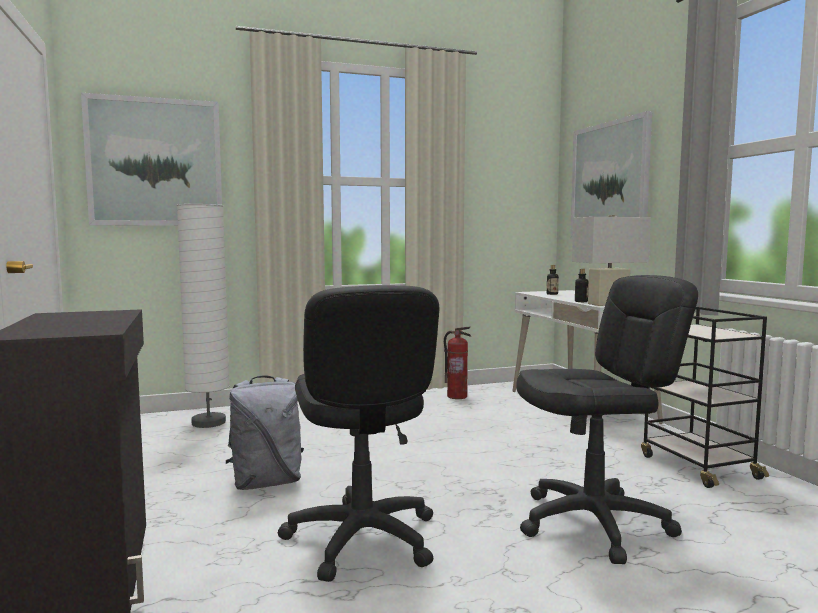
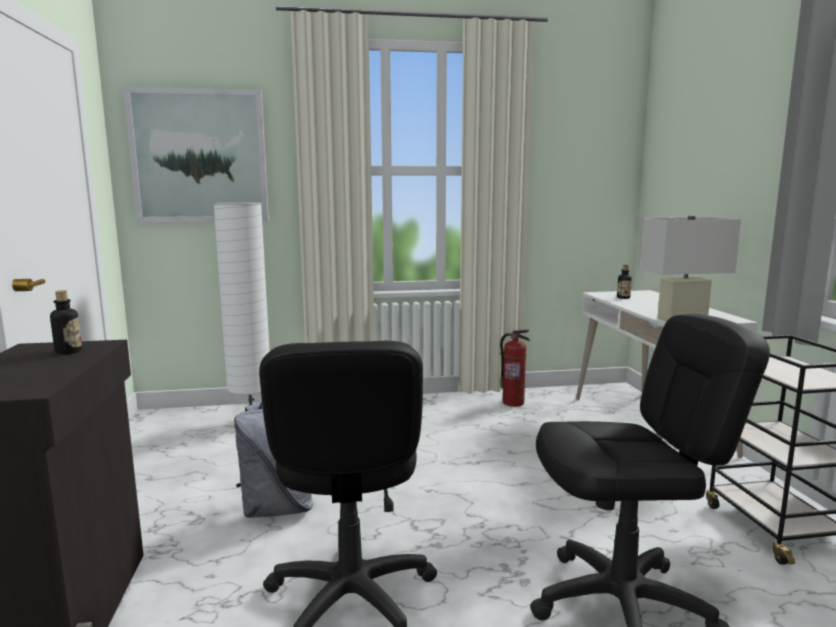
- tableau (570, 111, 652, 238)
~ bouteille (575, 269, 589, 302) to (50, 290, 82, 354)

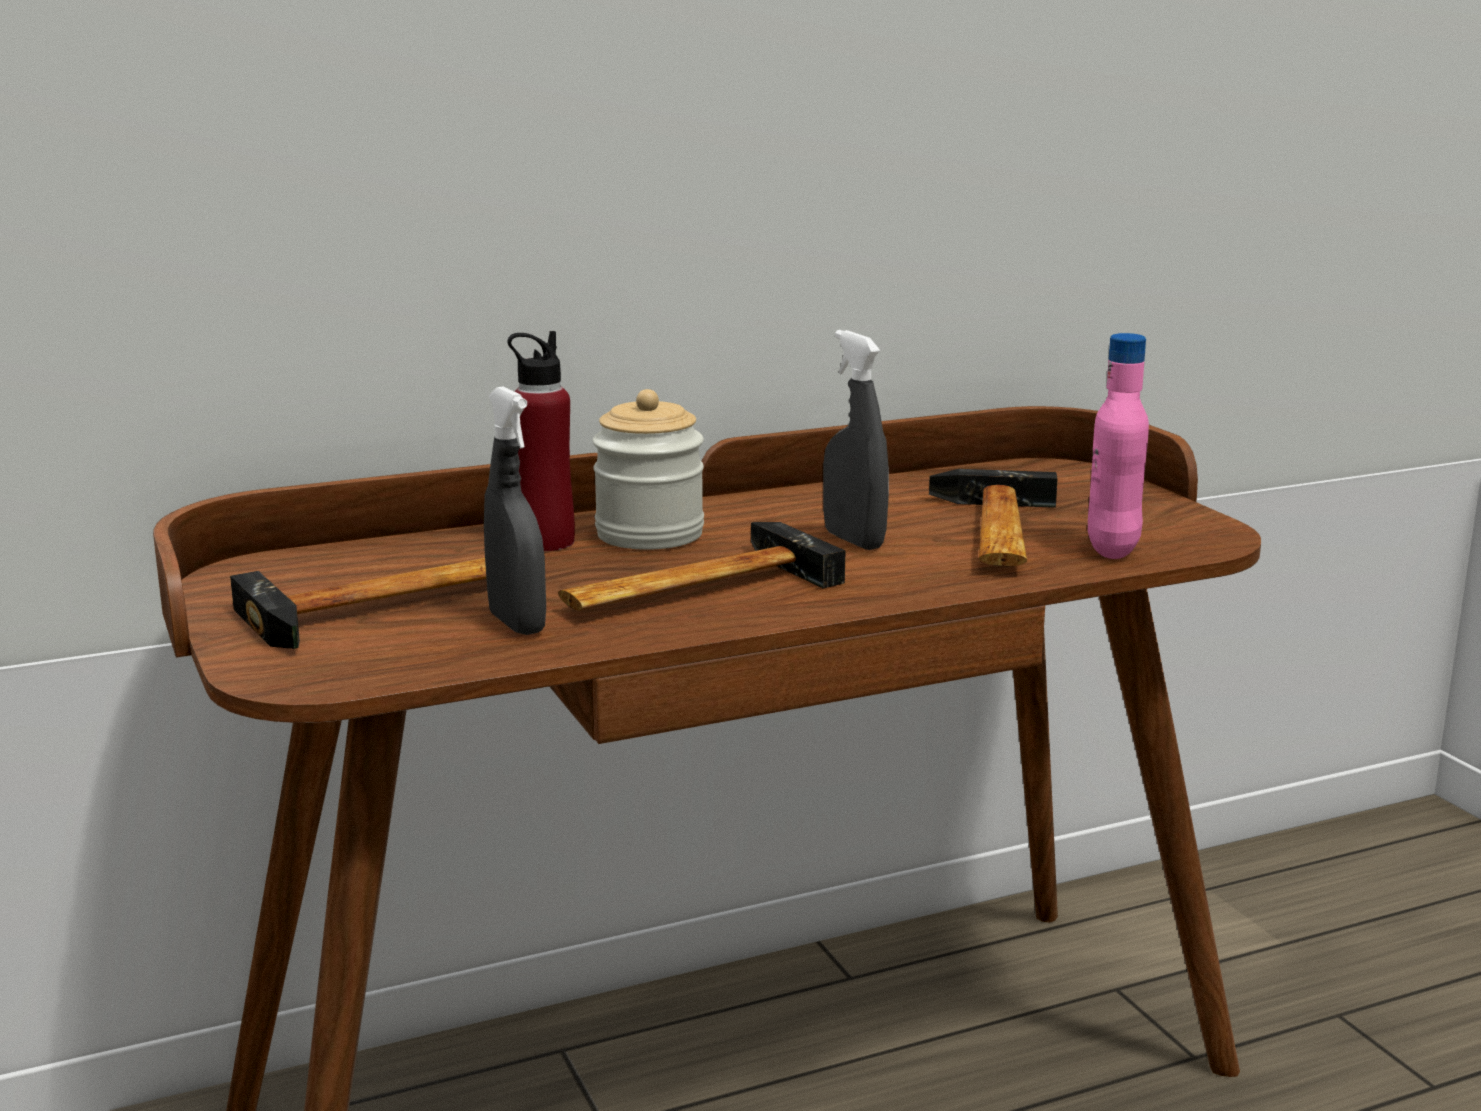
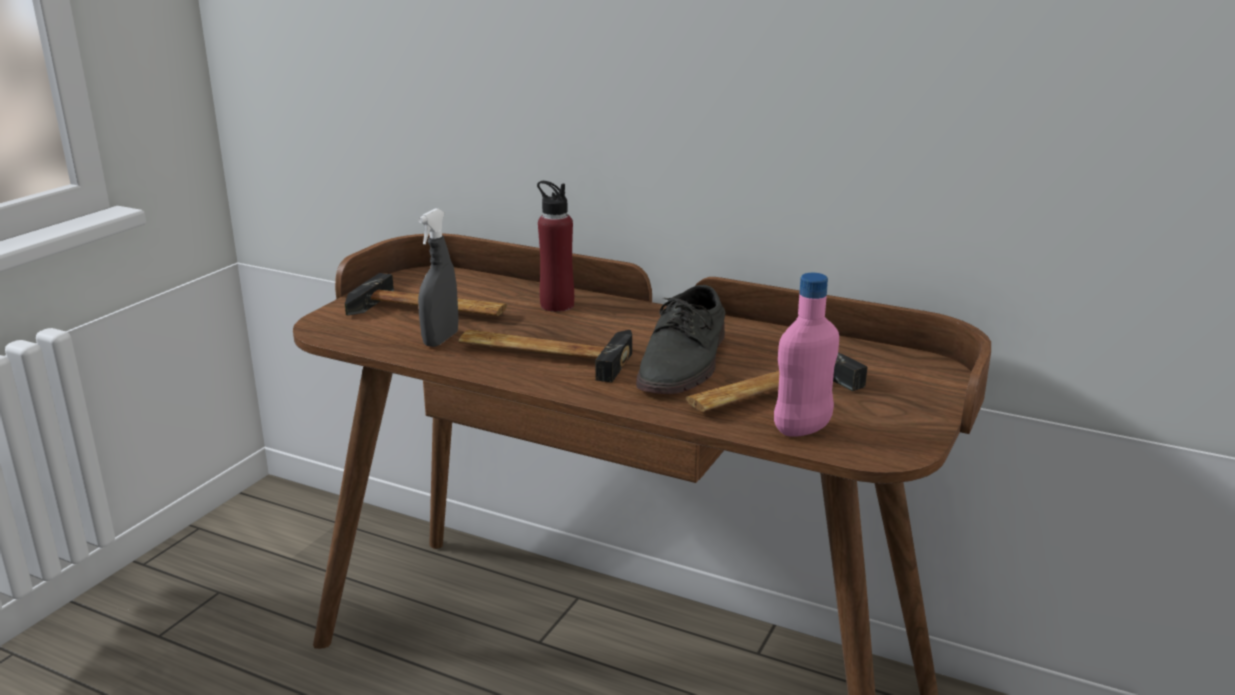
~ vaporisateur [gris] (823, 330, 889, 550) to chaussure [gris] (636, 285, 725, 394)
- bocal (592, 389, 704, 550)

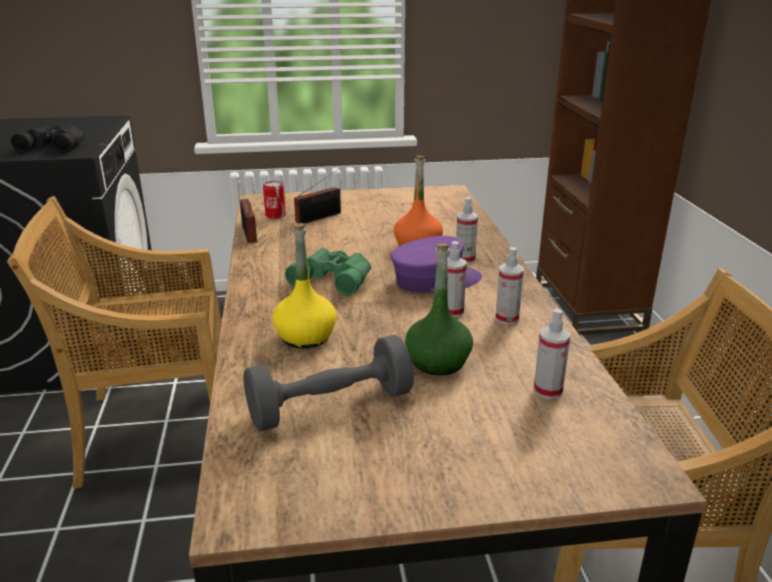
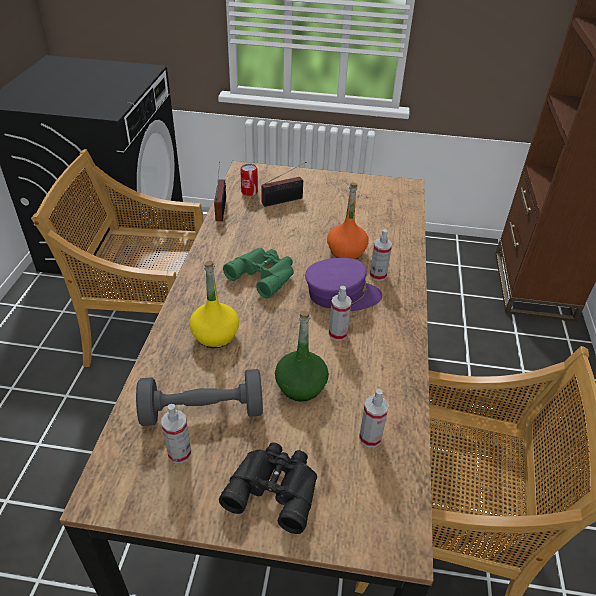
~ jumelles [noir] (11, 125, 85, 153) to (219, 443, 317, 534)
~ vaporisateur (495, 247, 524, 325) to (161, 404, 191, 464)

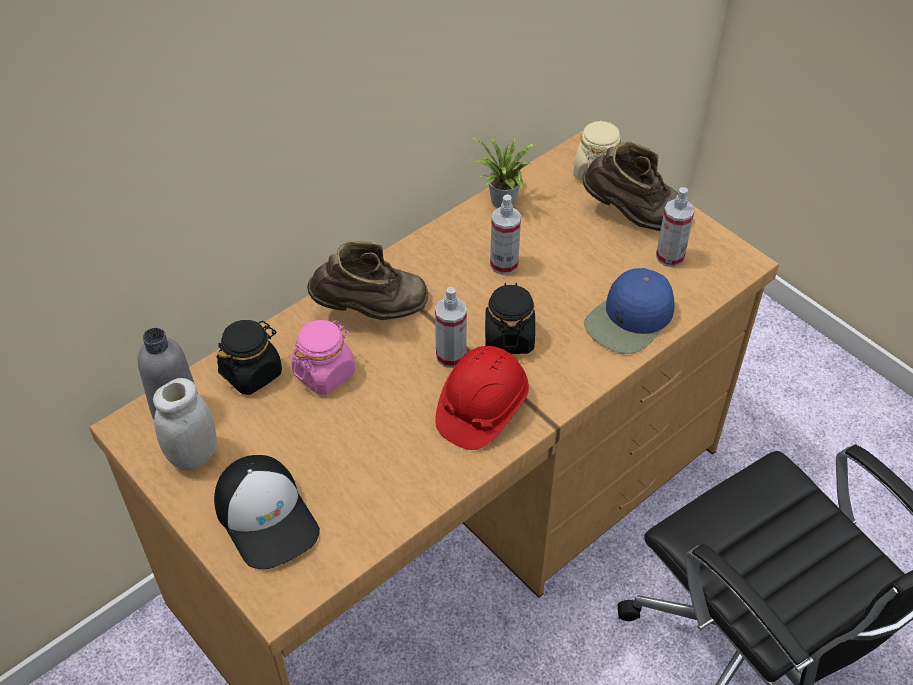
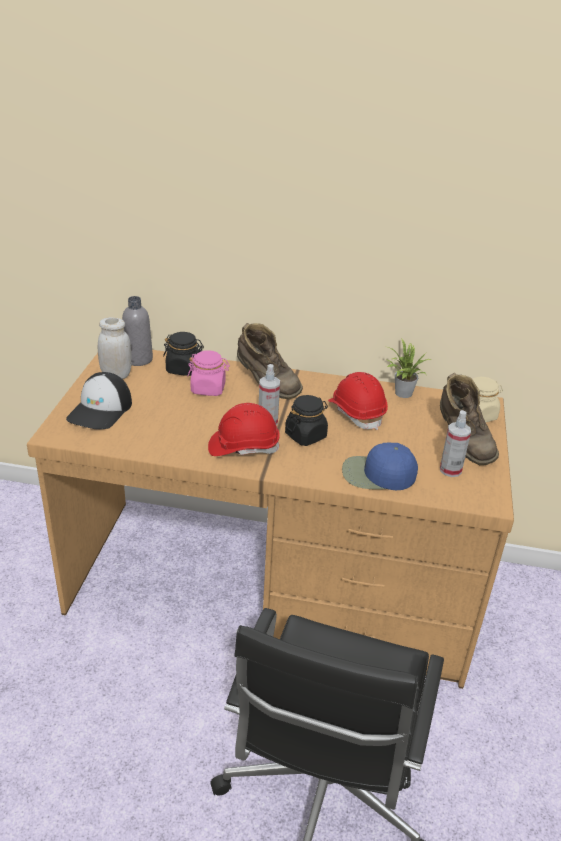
~ vaporisateur (490, 194, 521, 275) to casque de chantier [rouge] (328, 372, 388, 430)

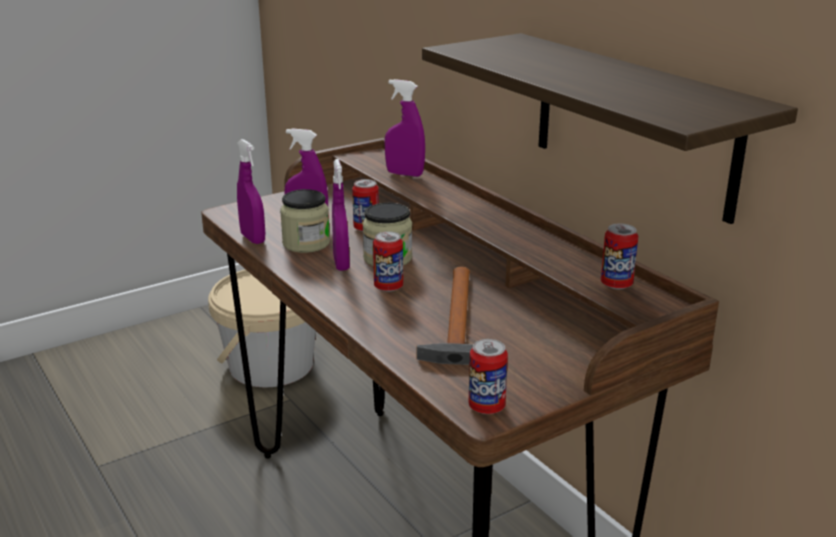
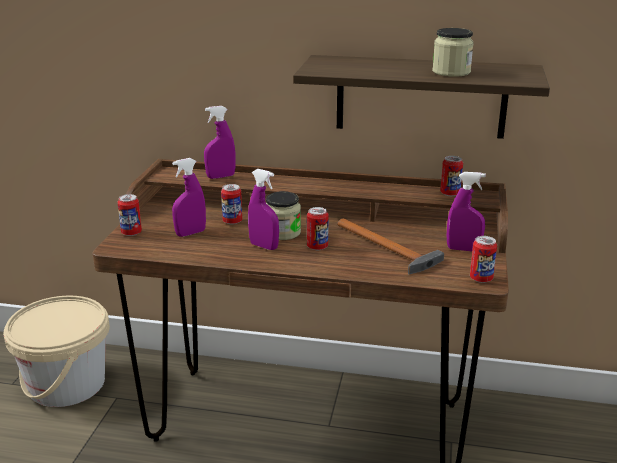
~ vaporisateur [violet] (237, 139, 265, 244) to (447, 172, 486, 251)
~ bocal (280, 189, 330, 253) to (432, 28, 474, 77)
+ boîte métallique (117, 194, 142, 236)

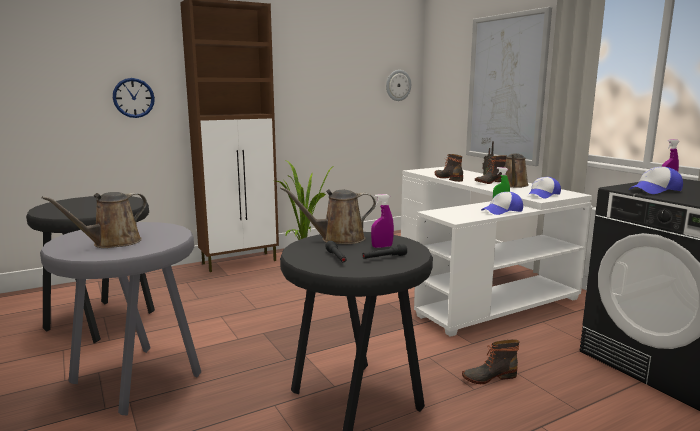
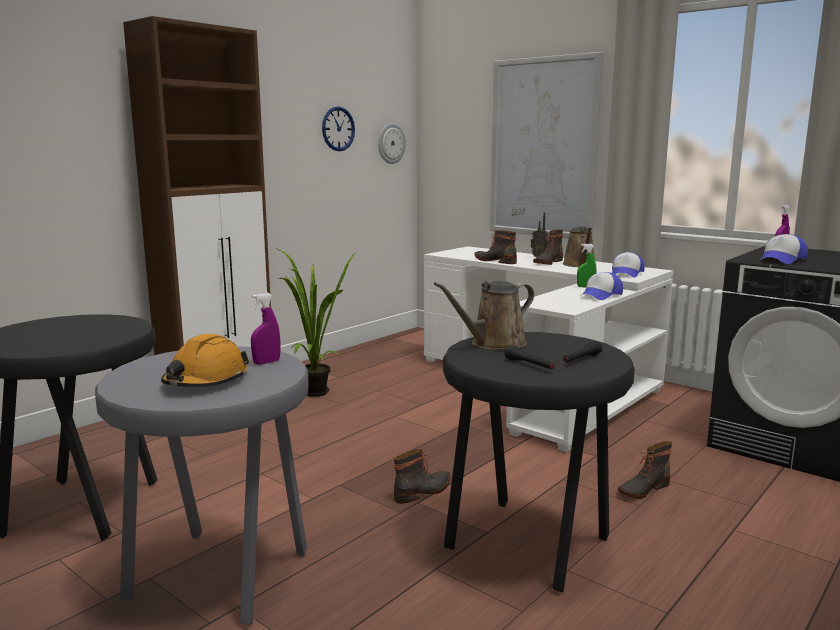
~ horloge murale (113, 78, 155, 118) to (322, 106, 355, 151)
~ arrosoir [marron] (42, 192, 147, 248) to casque de chantier [orange] (161, 334, 249, 387)
~ vaporisateur [violet] (371, 194, 394, 248) to (251, 293, 280, 365)
+ botte (394, 449, 450, 504)

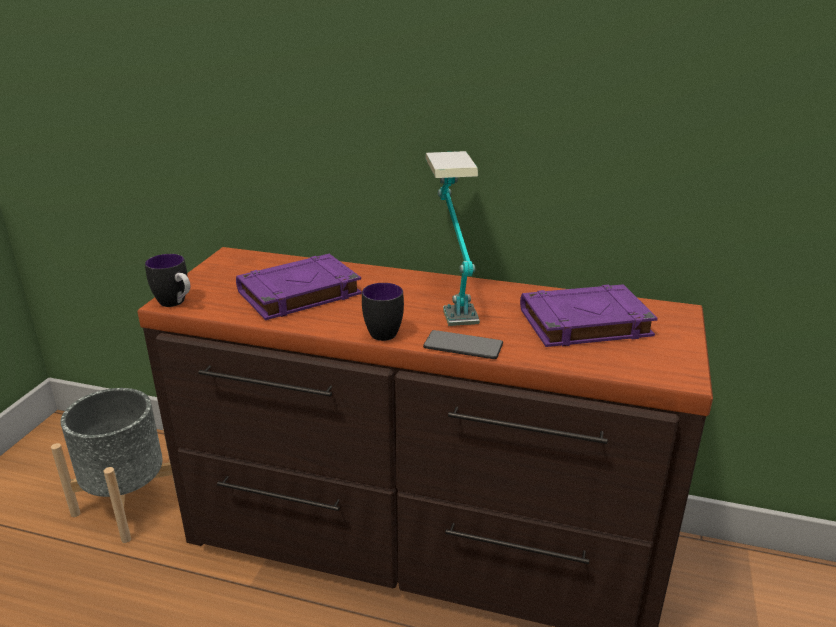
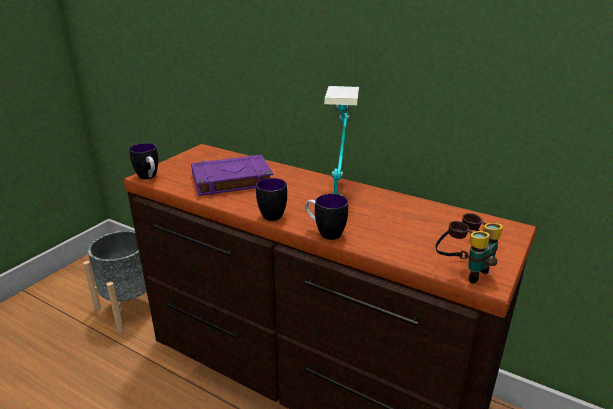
- livre [violet] (520, 284, 658, 347)
~ téléphone (423, 330, 503, 359) to mug (305, 194, 348, 240)
+ jumelles (435, 213, 503, 283)

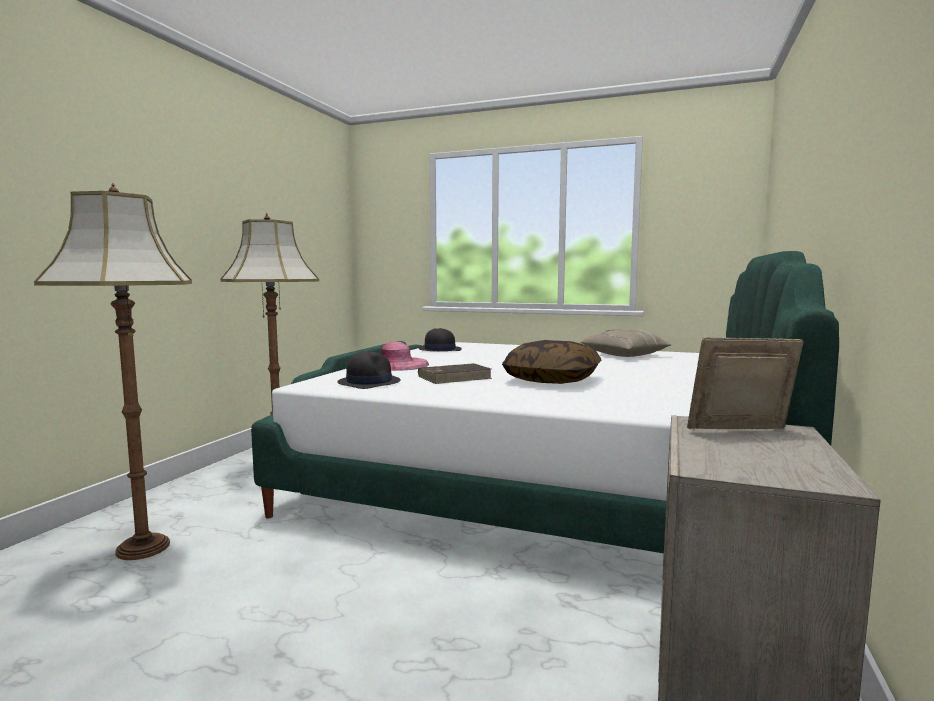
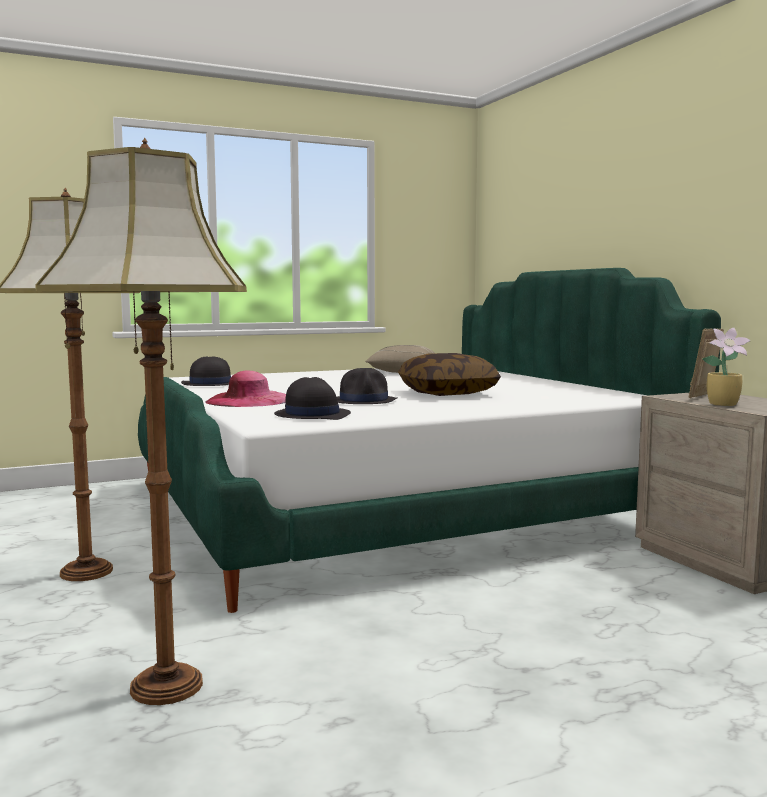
~ livre [marron] (418, 363, 492, 384) to chapeau [noir] (337, 368, 398, 404)
+ plante en pot (702, 328, 750, 406)

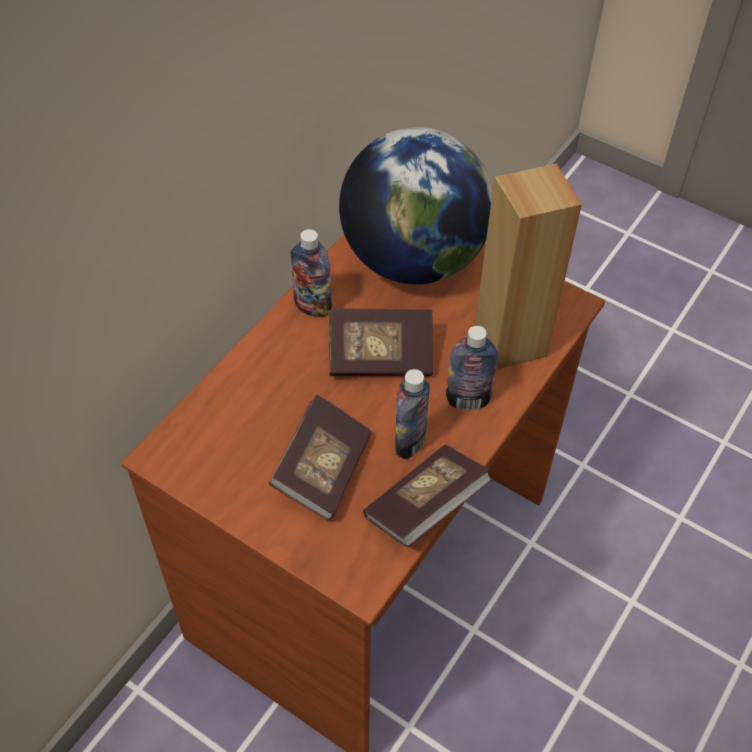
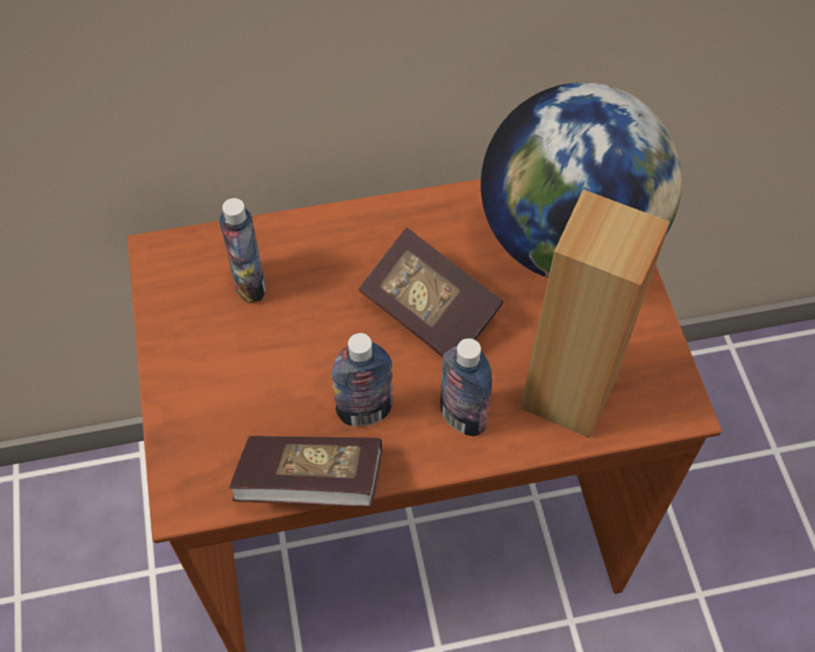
~ bouteille (290, 229, 332, 317) to (219, 198, 266, 304)
- livre (269, 394, 371, 520)

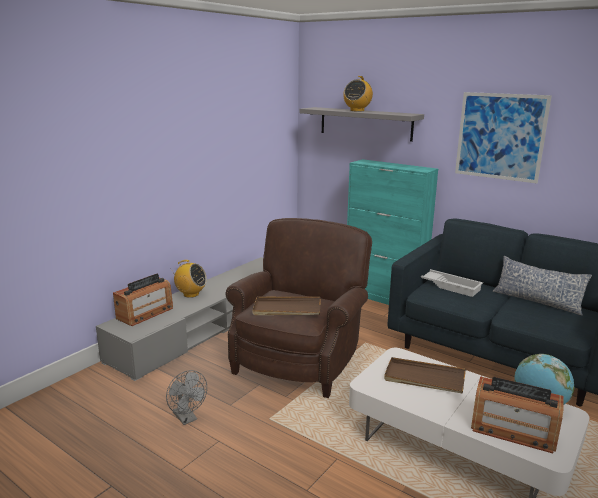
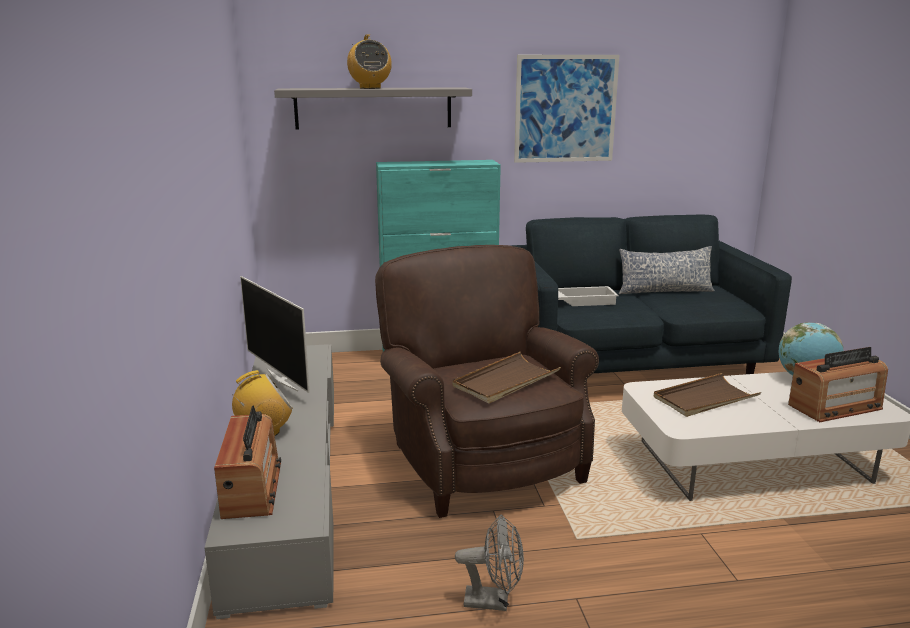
+ téléviseur (240, 276, 310, 393)

